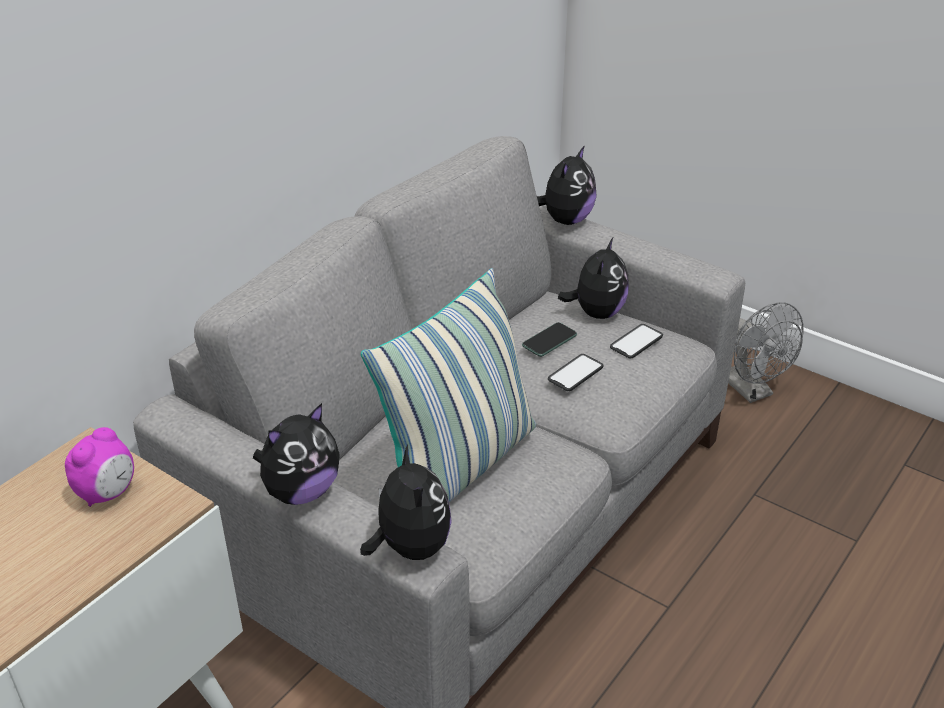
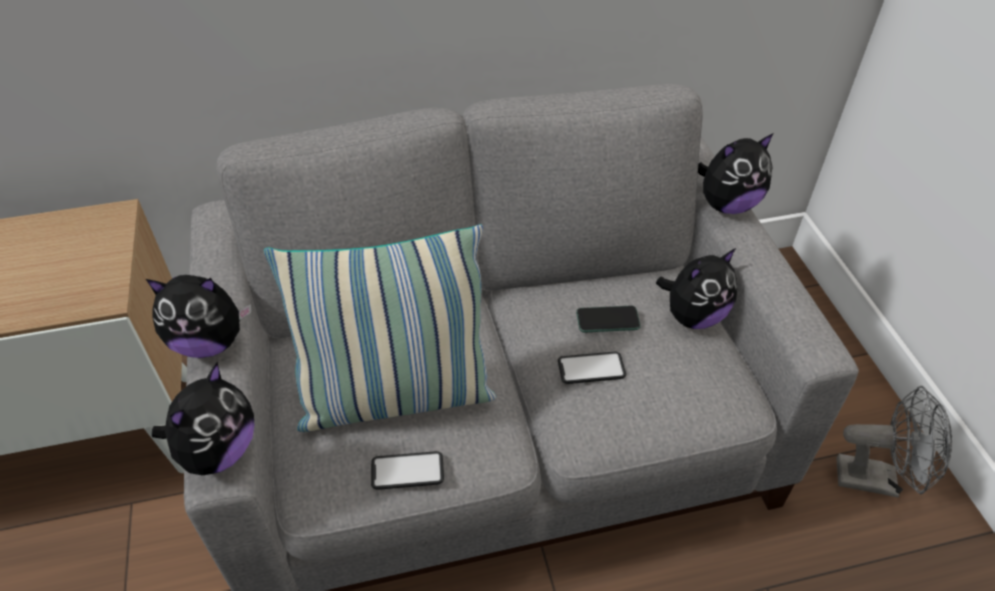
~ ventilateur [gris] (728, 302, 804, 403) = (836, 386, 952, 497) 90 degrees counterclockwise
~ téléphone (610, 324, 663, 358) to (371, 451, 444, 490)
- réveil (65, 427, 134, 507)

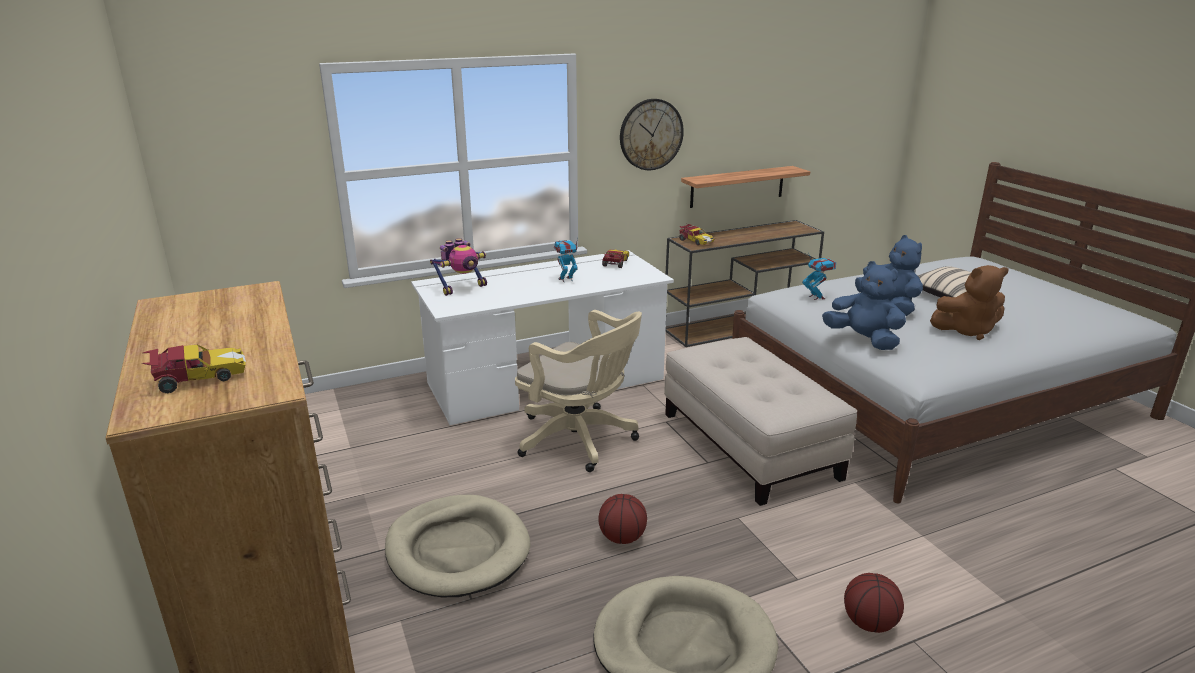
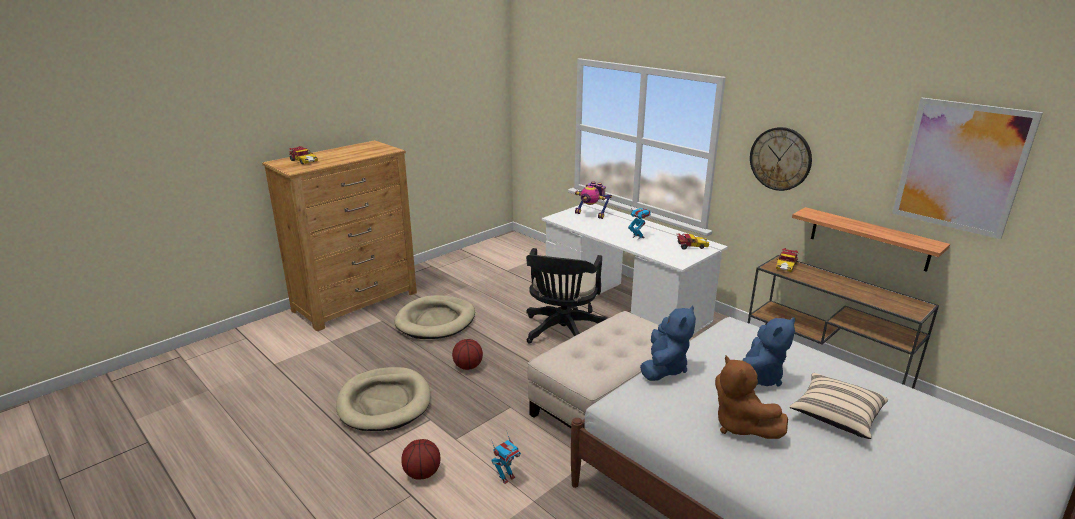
~ robot jouet (802, 253, 836, 300) to (491, 433, 521, 484)
~ chaise de bureau [beige] (515, 310, 642, 472) to chaise de bureau [noir] (526, 248, 607, 344)
+ tableau (892, 98, 1043, 239)

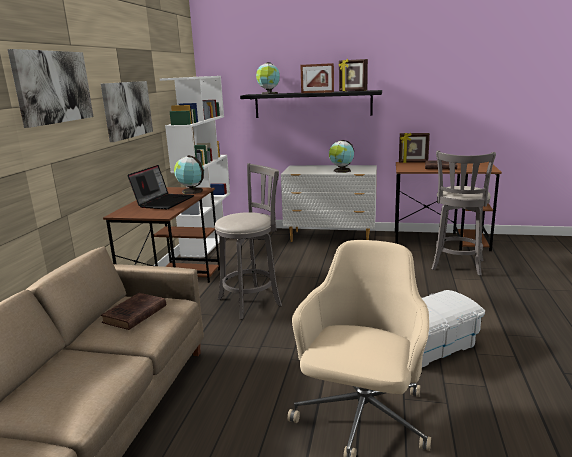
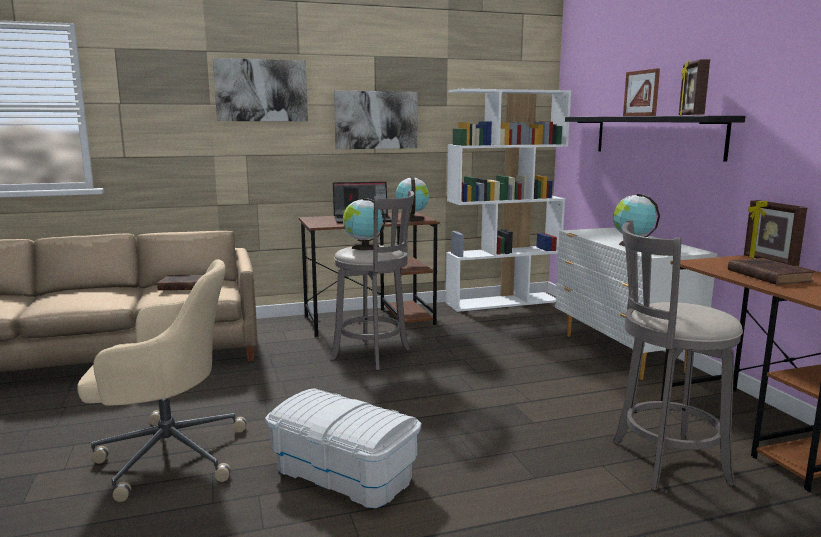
~ globe (256, 62, 280, 94) to (343, 198, 386, 250)

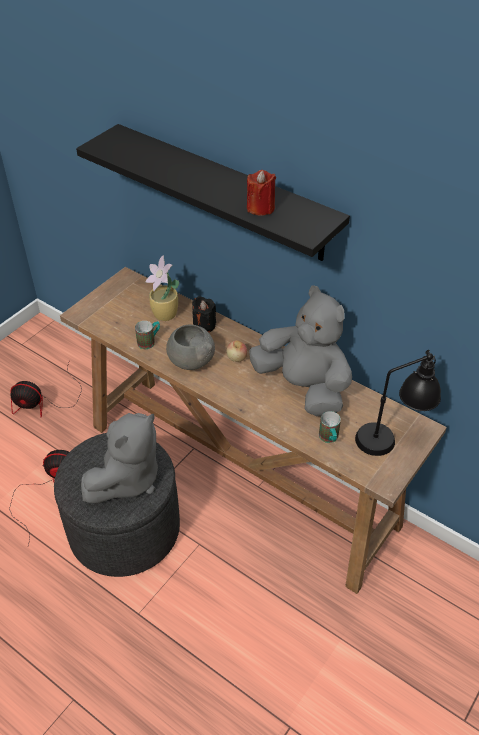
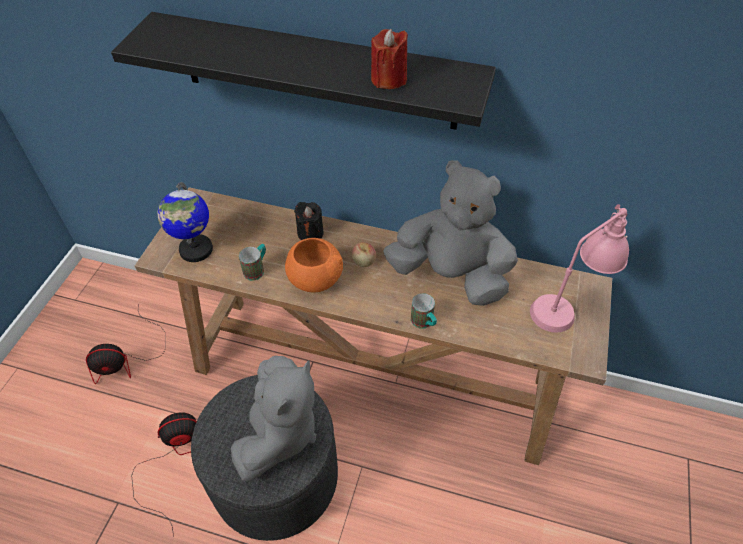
- plante en pot (146, 255, 179, 321)
~ bol [gris] (166, 325, 215, 370) to bol [orange] (285, 238, 343, 292)
~ lampe de table [noir] (355, 350, 441, 456) to lampe de table [rose] (530, 204, 629, 333)
~ mug (319, 411, 341, 443) to (411, 293, 437, 329)
+ globe (157, 182, 213, 262)

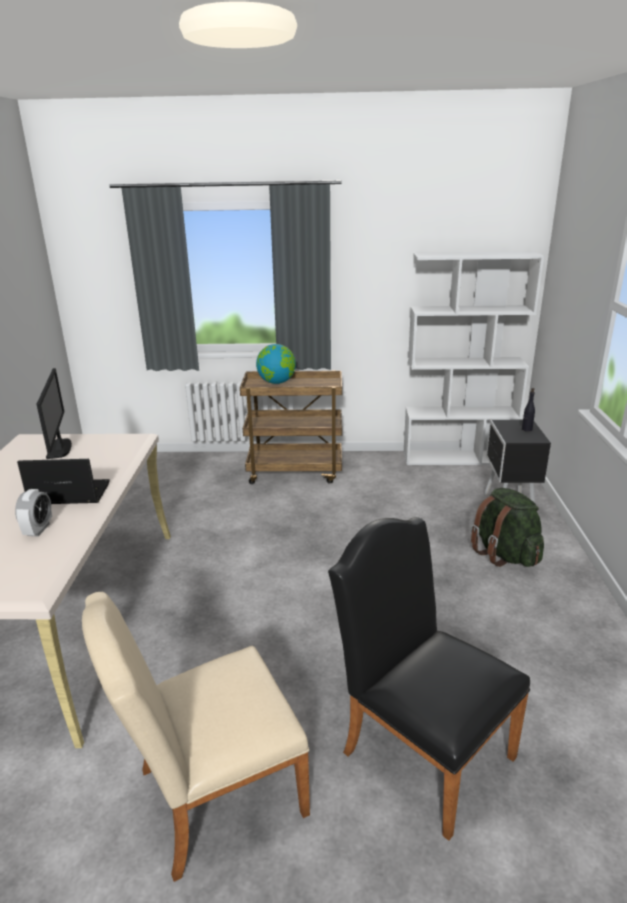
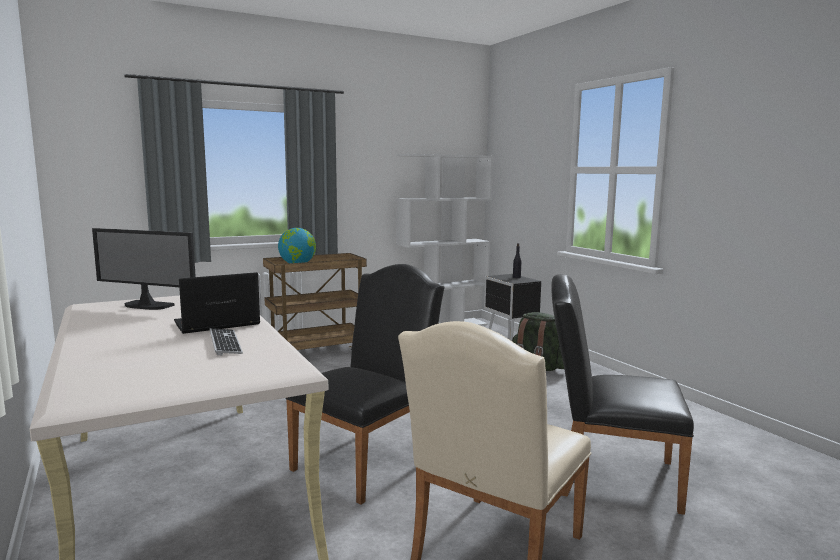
~ écran d'ordinateur (36, 368, 72, 459) = (92, 228, 196, 310) 150 degrees clockwise
~ réveil (15, 489, 52, 536) to clavier (210, 328, 243, 356)
+ chaise [noir] (285, 264, 444, 505)

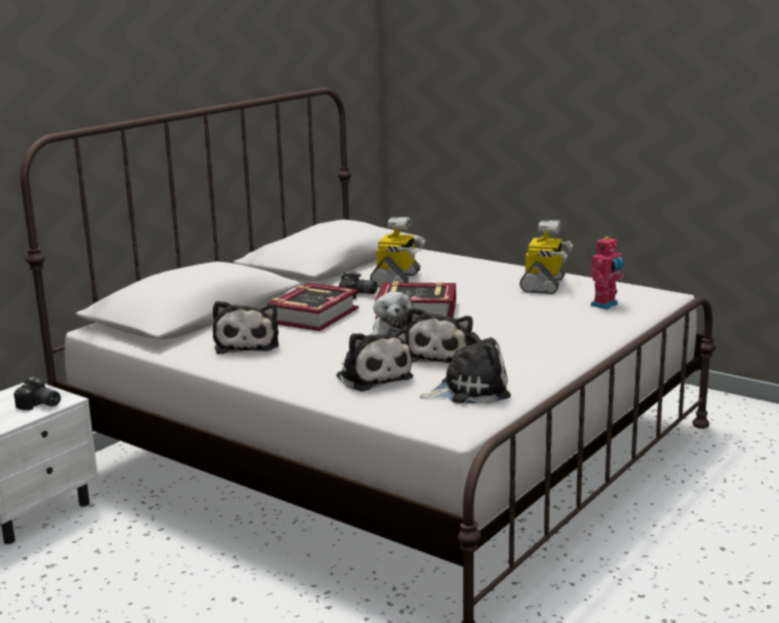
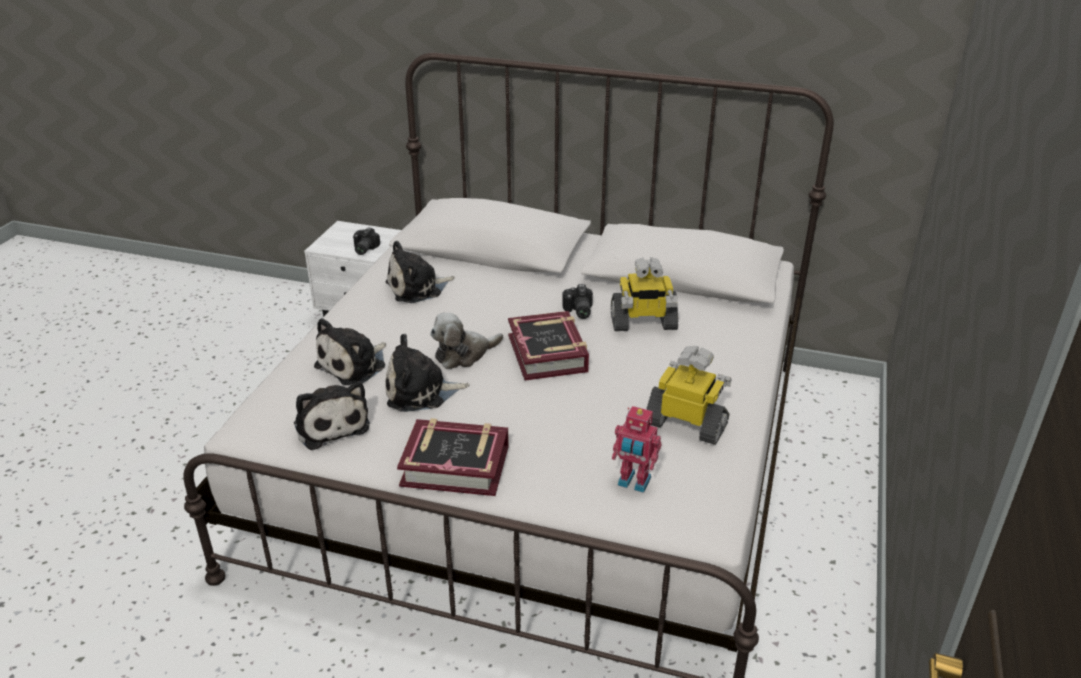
~ robot jouet (519, 220, 573, 294) = (646, 346, 732, 445) 150 degrees counterclockwise
~ livre (267, 283, 359, 331) to (397, 418, 509, 496)

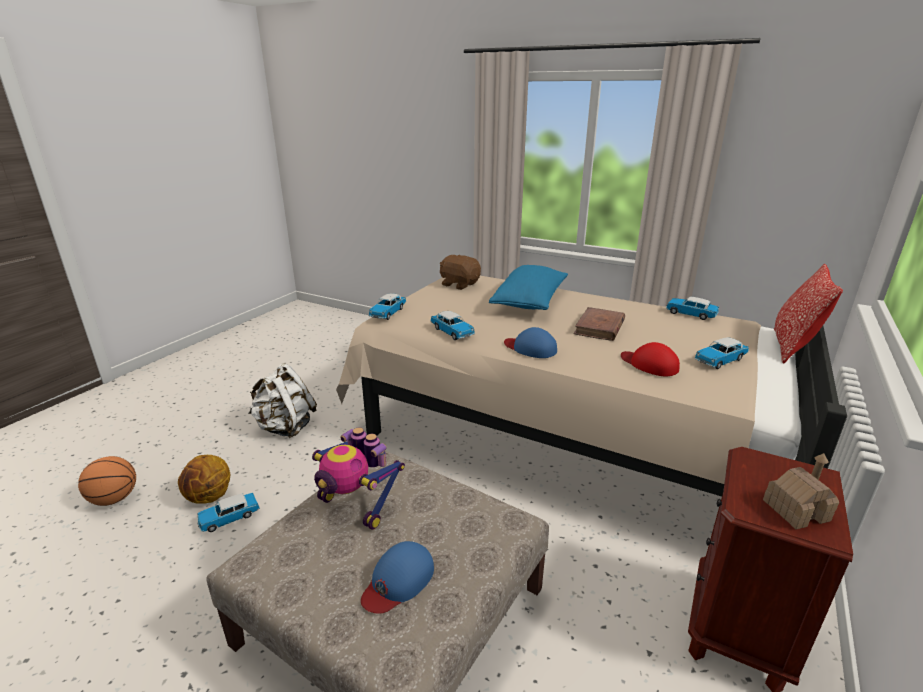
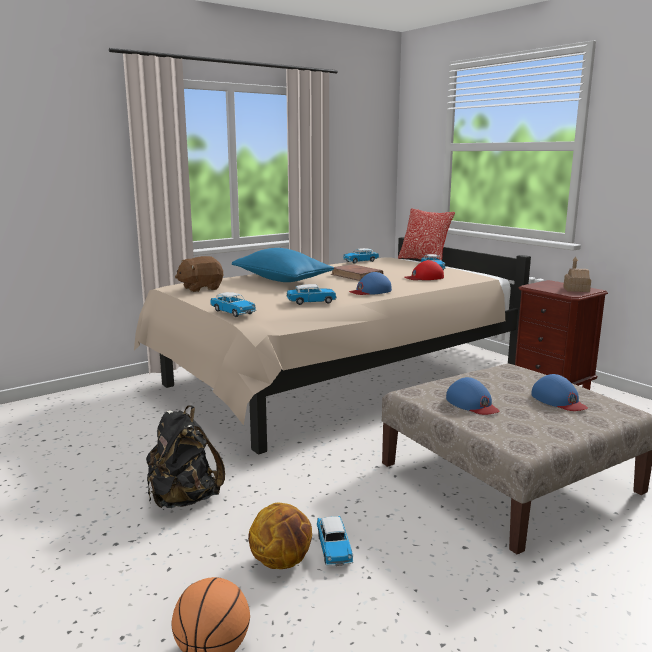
~ sac à dos [blanc] (248, 363, 317, 438) to sac à dos [noir] (146, 406, 225, 508)
~ robot jouet (312, 427, 405, 530) to casquette [bleu] (446, 377, 499, 415)

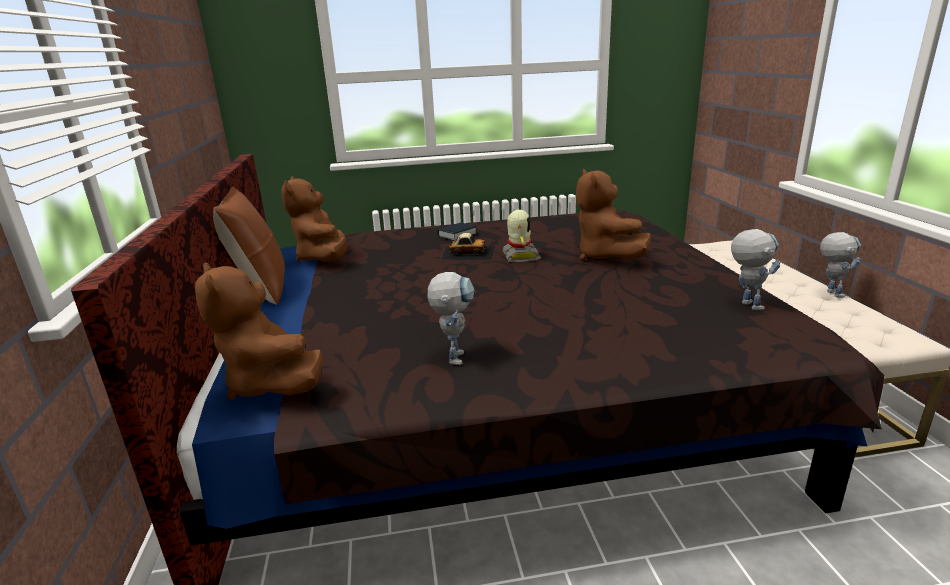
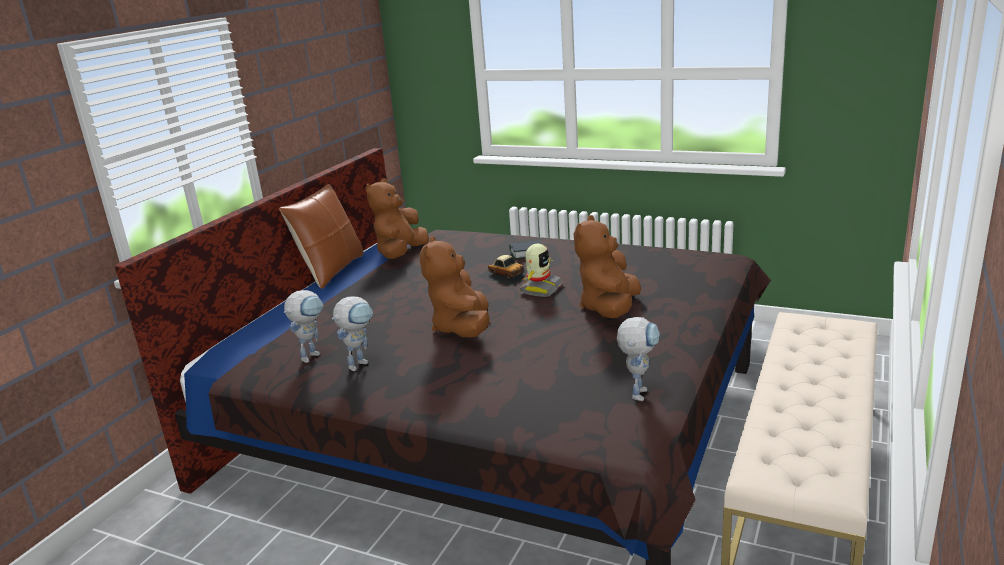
~ robot jouet (820, 232, 861, 298) to (284, 290, 324, 363)
~ peluche [marron] (195, 262, 323, 400) to (420, 236, 489, 337)

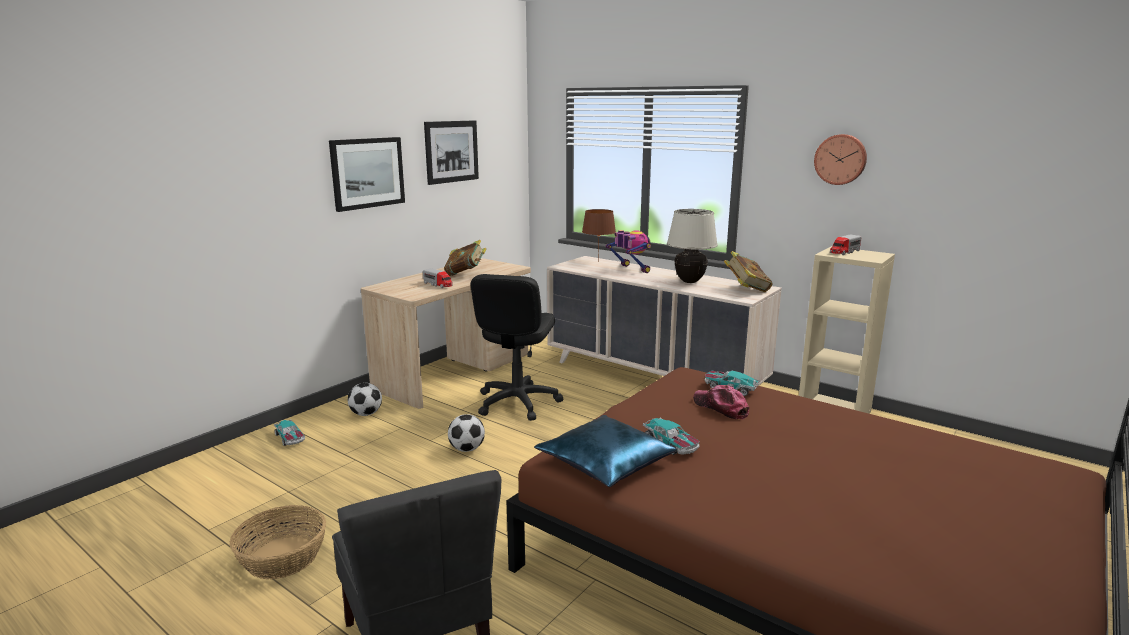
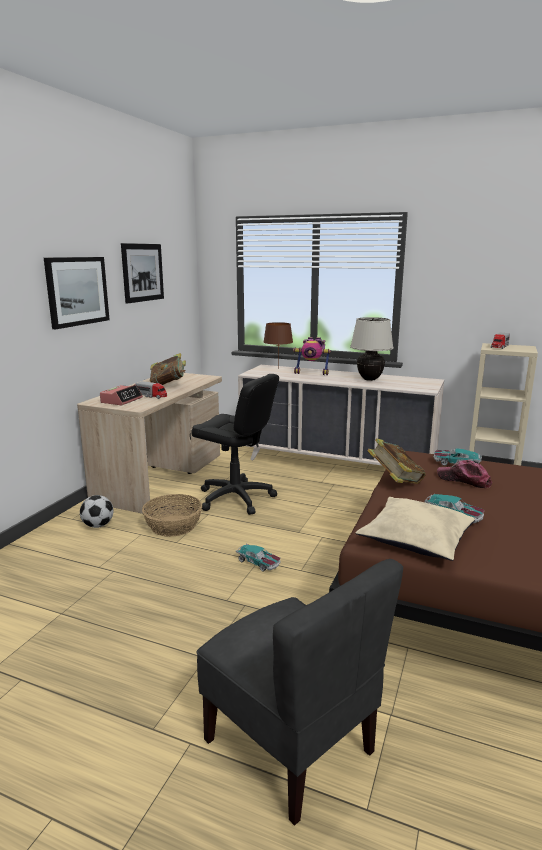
- horloge murale (814, 134, 867, 185)
~ robot jouet (606, 230, 651, 273) = (293, 337, 331, 375) 150 degrees clockwise
~ livre (724, 251, 773, 292) to (367, 438, 426, 484)
~ chaise de bureau [noir] (471, 274, 563, 421) = (191, 374, 279, 515) 60 degrees counterclockwise
- ballon de foot (448, 414, 485, 452)
~ coussin [bleu] (534, 415, 676, 487) to coussin [beige] (355, 497, 475, 561)
~ petite voiture (274, 420, 305, 446) to (236, 544, 281, 572)
~ panier (230, 505, 326, 579) to (142, 494, 202, 537)
+ réveil (100, 385, 143, 405)

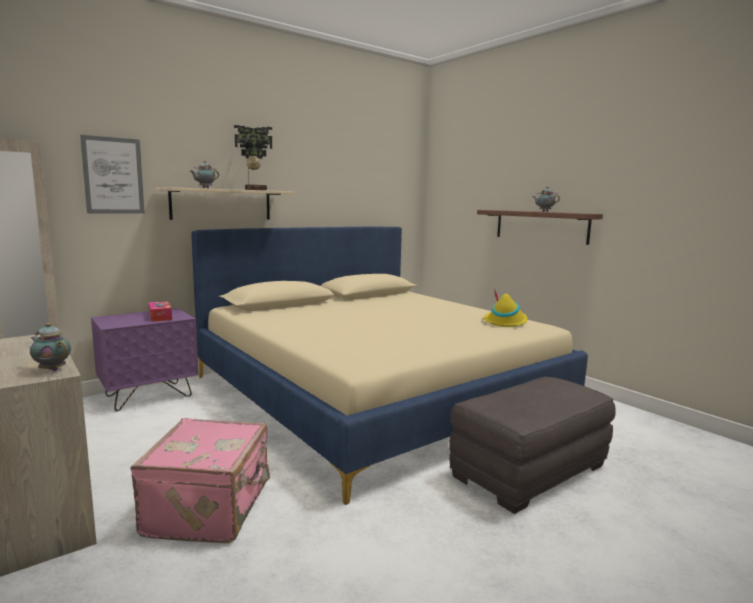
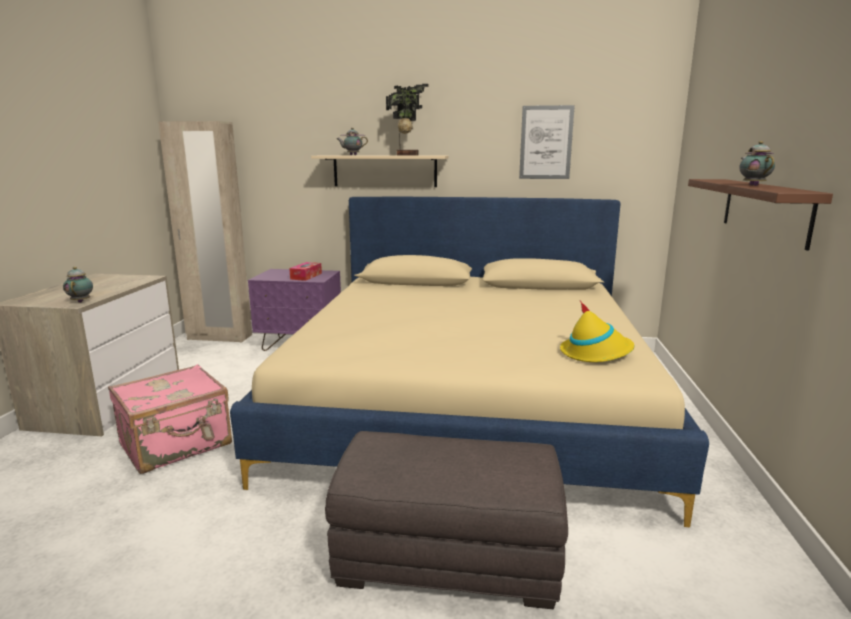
~ tableau (80, 135, 144, 214) to (519, 105, 575, 179)

